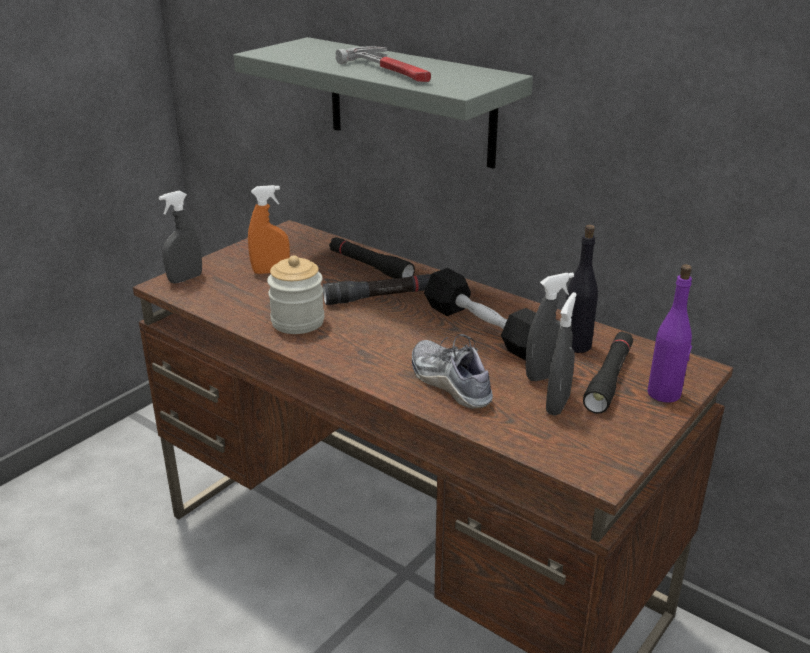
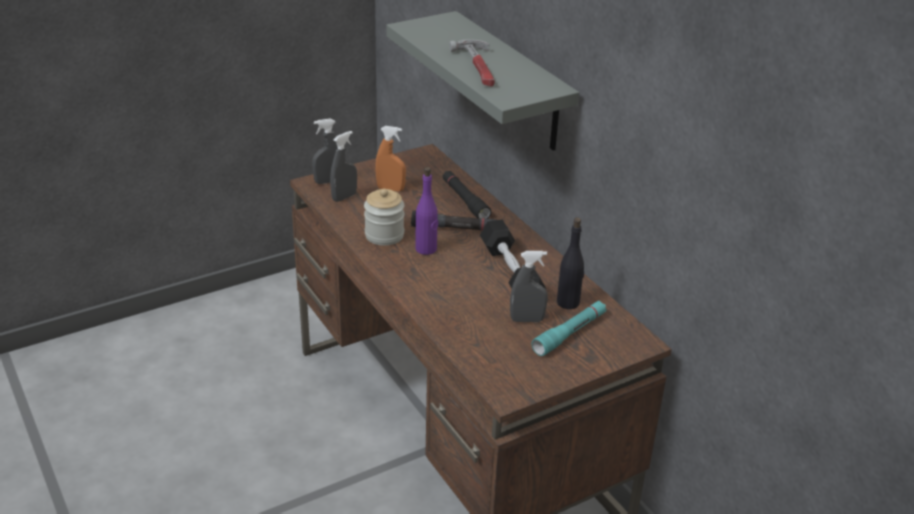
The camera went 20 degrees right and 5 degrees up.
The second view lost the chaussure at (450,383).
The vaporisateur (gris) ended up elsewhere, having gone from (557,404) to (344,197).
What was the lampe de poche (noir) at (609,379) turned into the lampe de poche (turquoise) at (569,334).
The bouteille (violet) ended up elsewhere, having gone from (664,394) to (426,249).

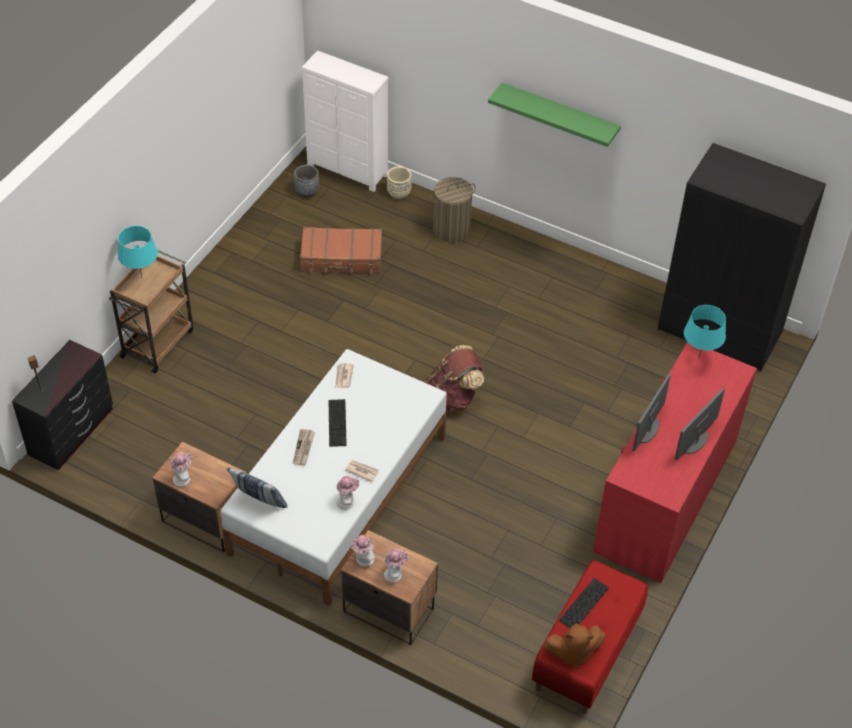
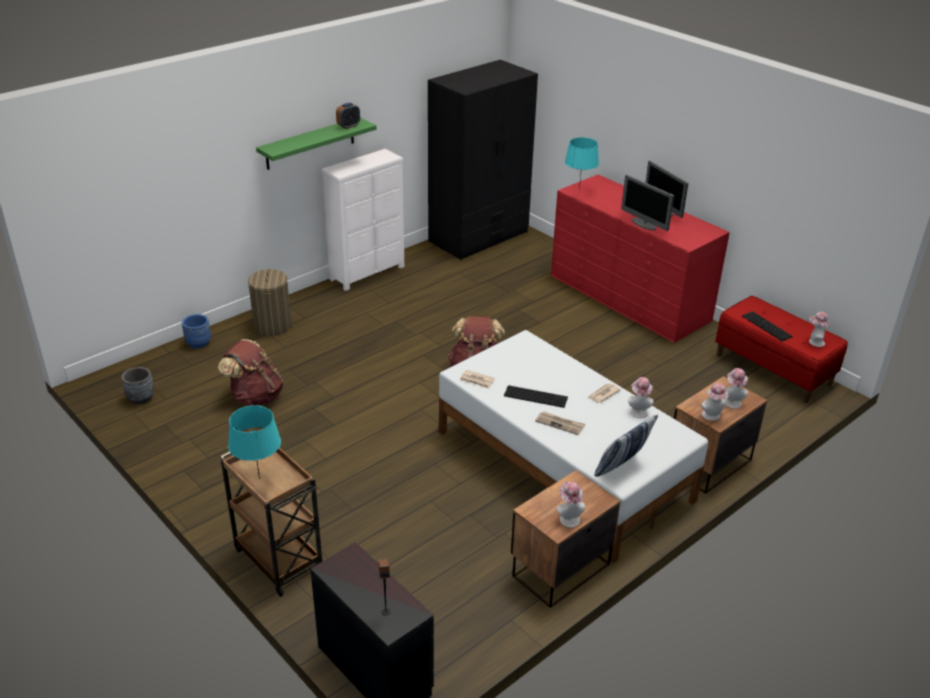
The camera went 70 degrees left and 15 degrees down.
Where the valise (marron) stood at (342,258), the sac à dos (marron) came to stand at (255,396).
The commode (blanc) ended up elsewhere, having gone from (347,171) to (368,273).
What was the cache-pot (beige) at (399,193) turned into the cache-pot (bleu) at (198,343).
Where the peluche (marron) stood at (573,652), the chapeau came to stand at (814,342).
The second view gained the réveil at (348,126).

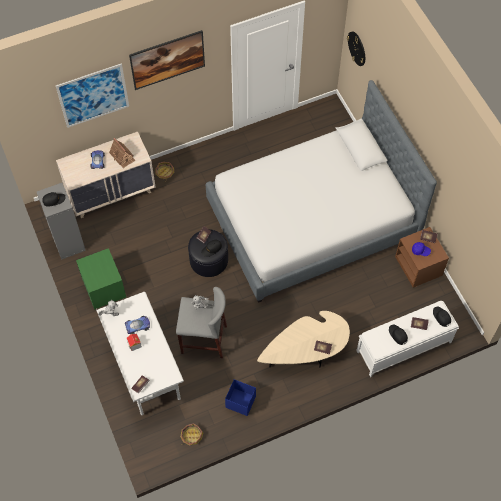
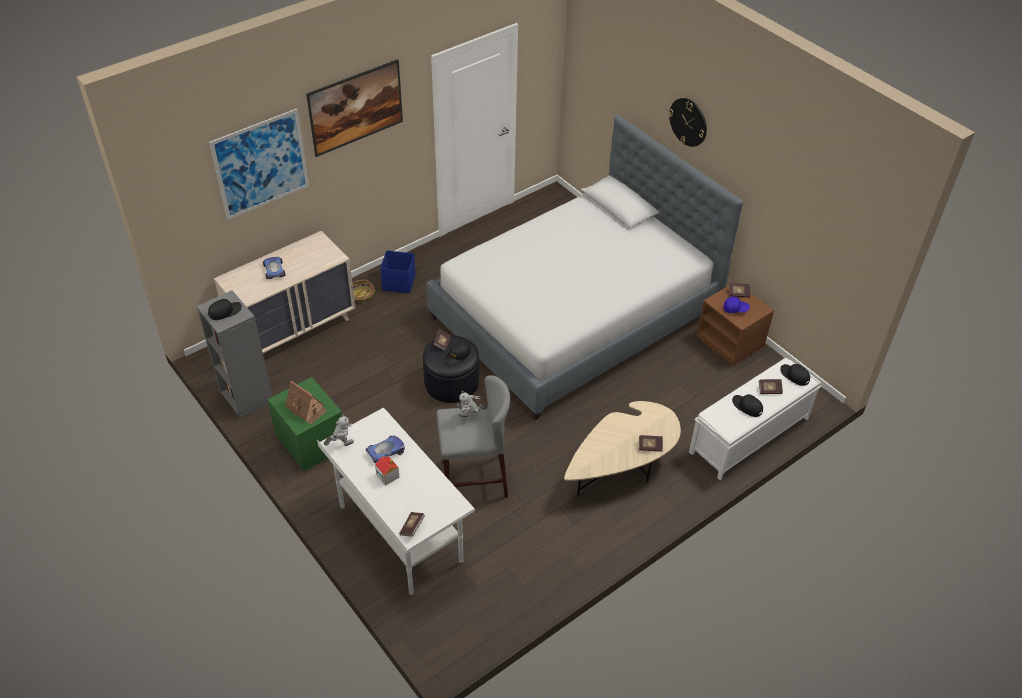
The camera went 15 degrees left and 15 degrees down.
The maison miniature ended up elsewhere, having gone from (122,156) to (306,409).
The second view lost the panier at (191,436).
The boîte de rangement (bleu) ended up elsewhere, having gone from (240,401) to (398,282).
The horloge murale ended up elsewhere, having gone from (357,48) to (688,122).

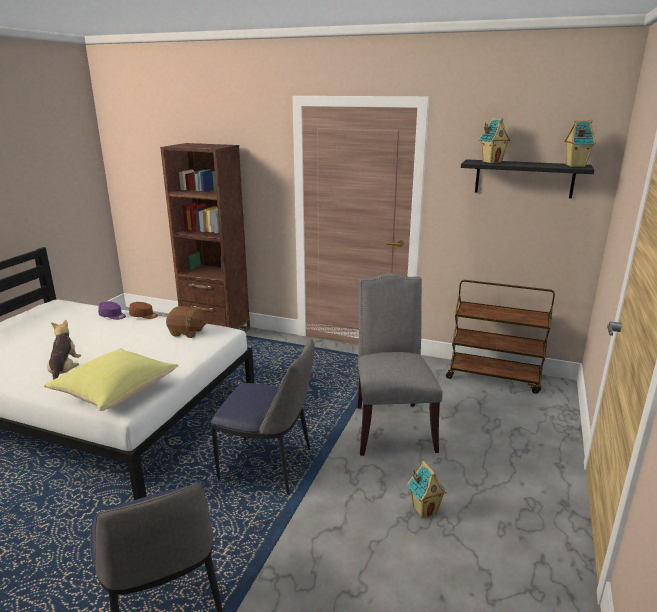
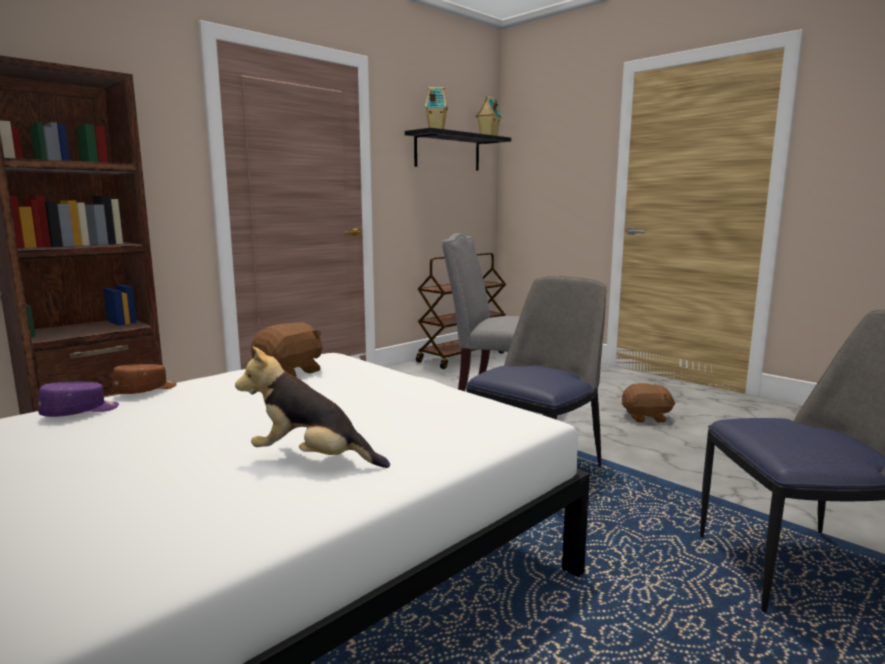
The camera went 65 degrees left and 10 degrees down.
The second view lost the coussin (jaune) at (116,392).
Where the maison miniature stood at (424,509), the peluche (marron) came to stand at (646,418).

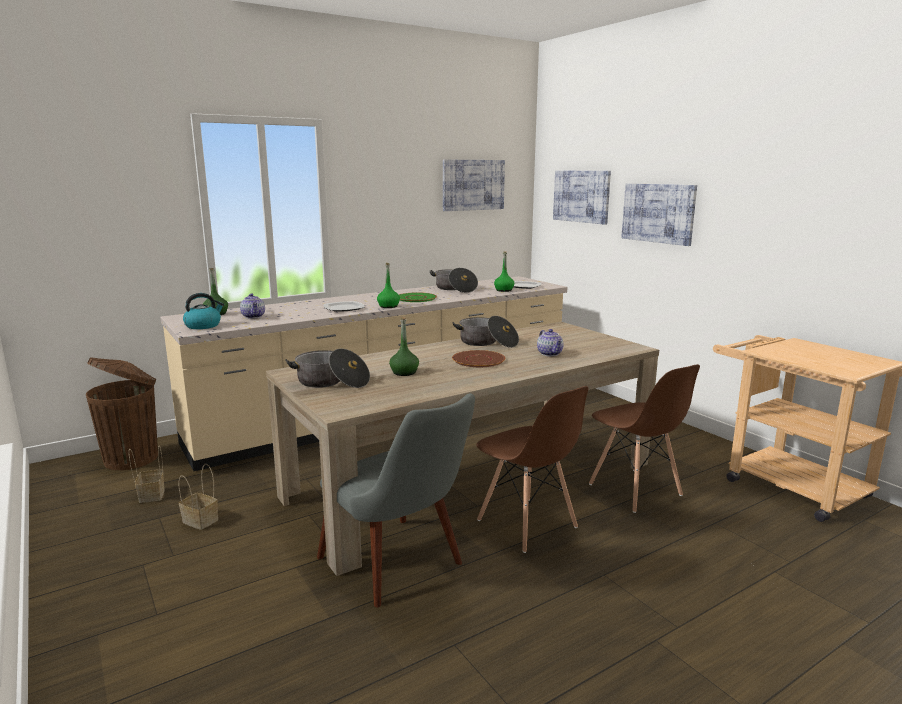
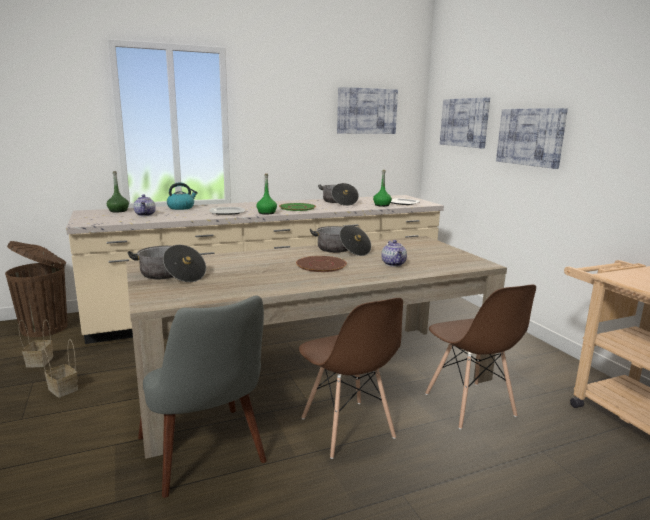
The camera went 10 degrees right and 0 degrees up.
The bouilloire ended up elsewhere, having gone from (203,325) to (181,207).
The second view lost the bouteille (vert) at (404,372).

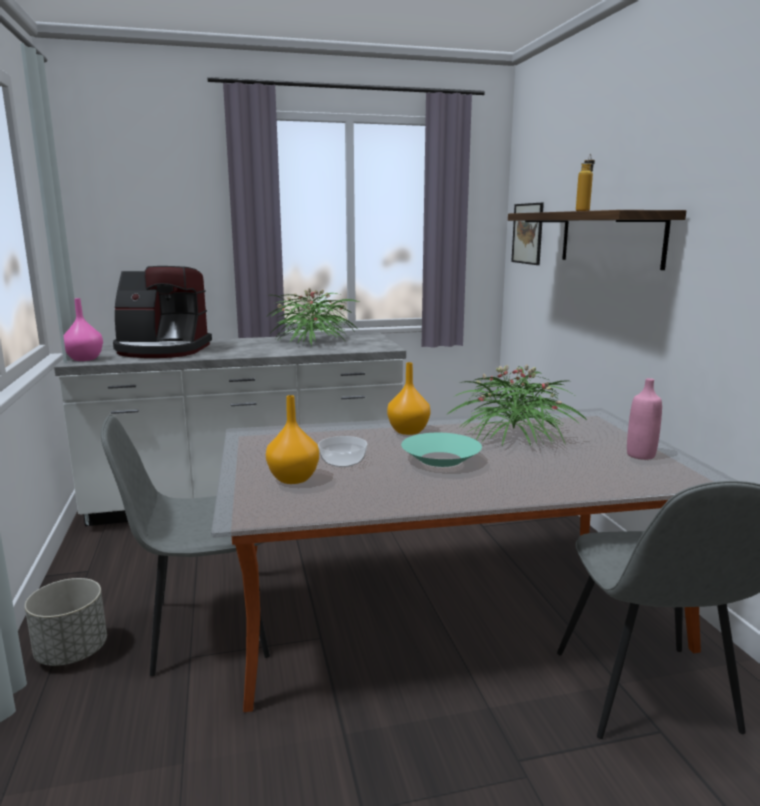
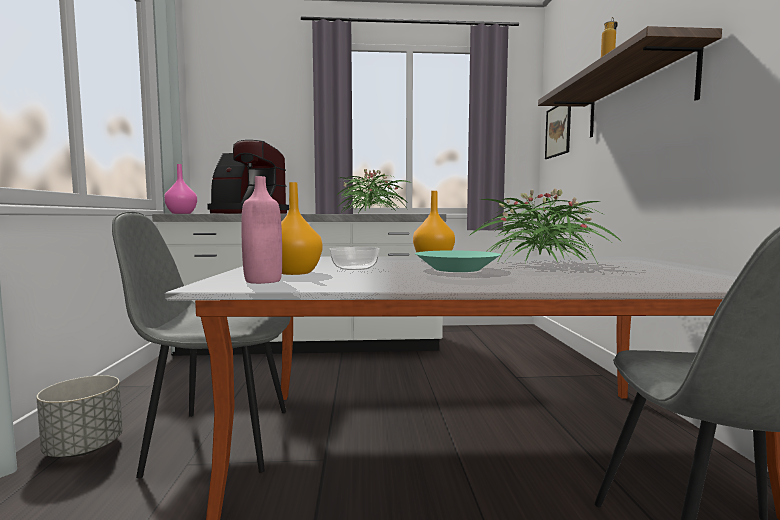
The camera went 10 degrees right and 10 degrees down.
The bouteille (rose) ended up elsewhere, having gone from (640,455) to (263,281).

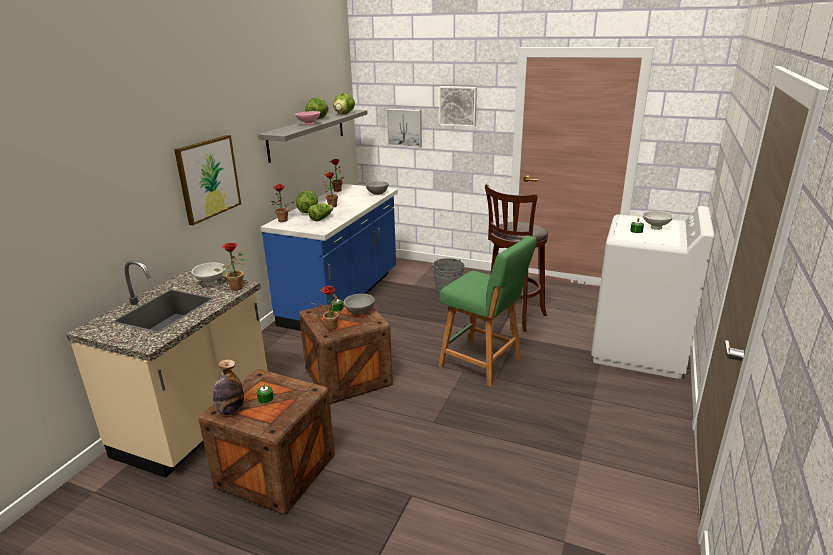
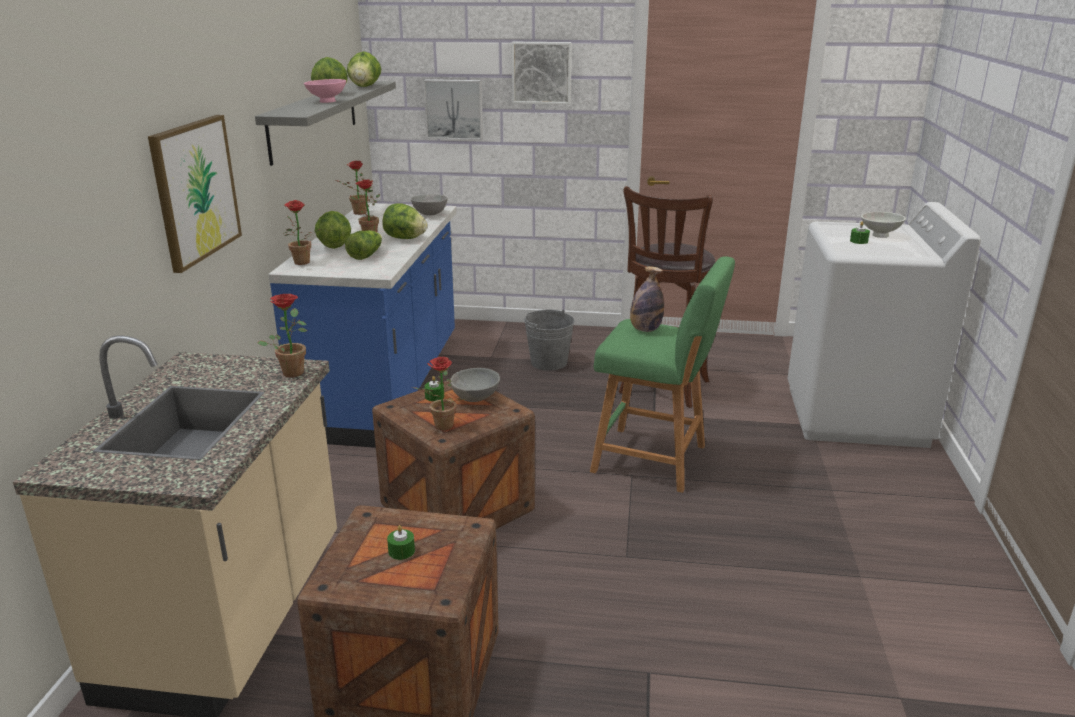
The camera went 15 degrees left and 0 degrees up.
The second view lost the bol (blanc) at (212,282).
The bouteille ended up elsewhere, having gone from (230,411) to (645,329).
The second view gained the laitue at (405,238).

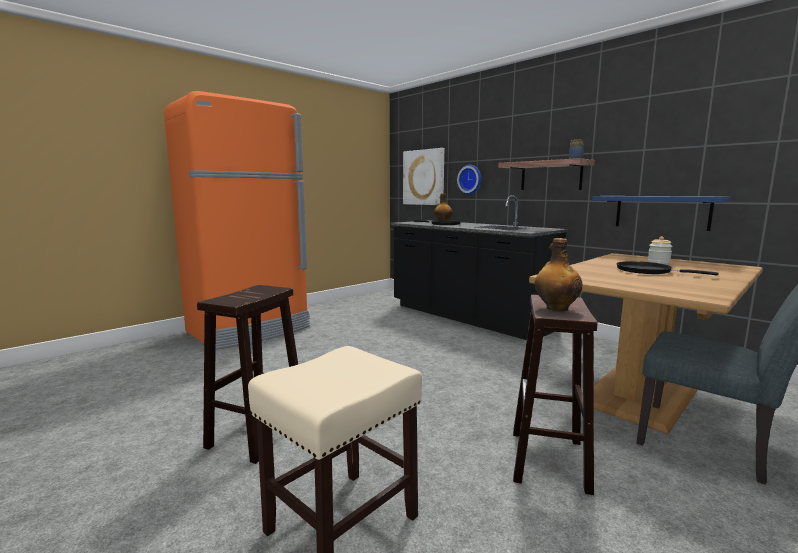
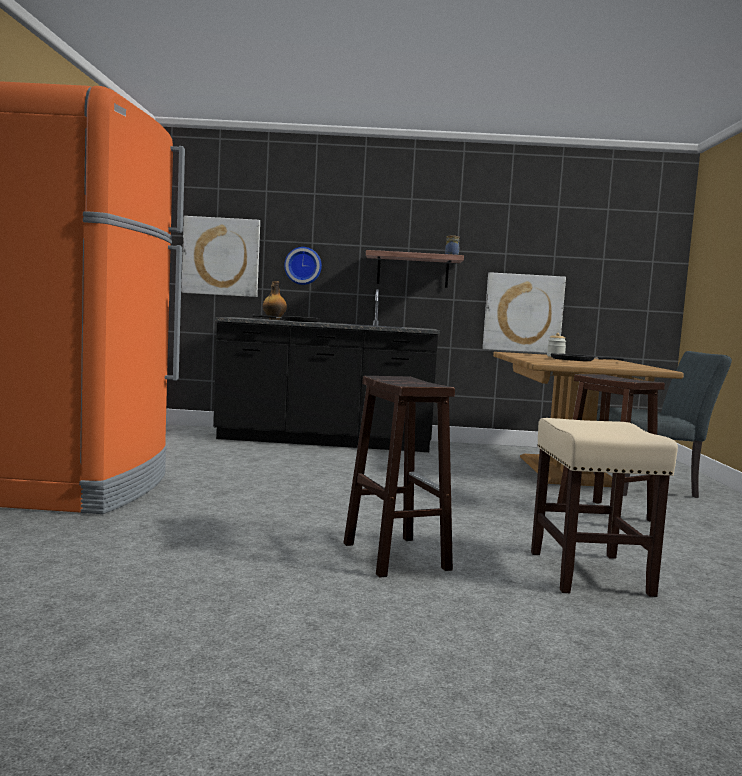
The camera went 45 degrees left and 5 degrees down.
The second view lost the bouteille at (556,308).
Where the étagère (bleu) hung at (661,212), the tableau came to hang at (523,313).

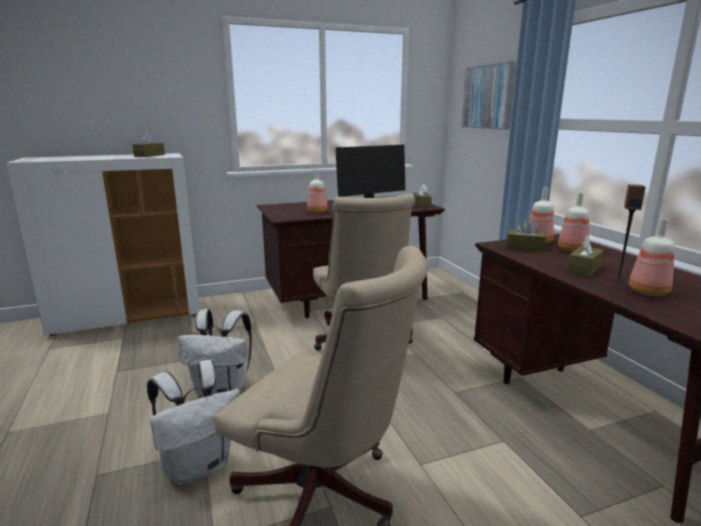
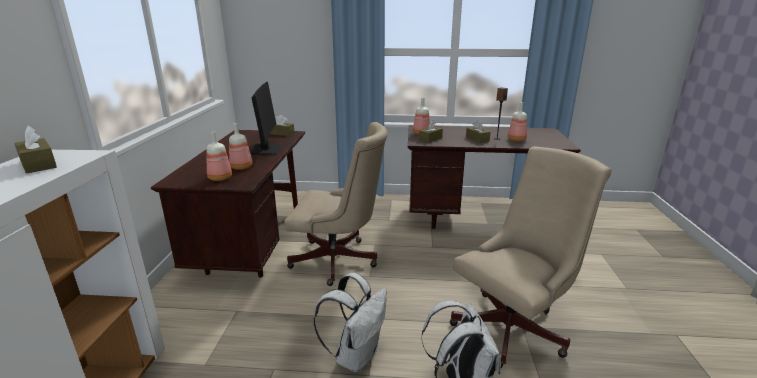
The camera went 65 degrees left and 5 degrees up.
The second view lost the tableau at (488,97).
The bouteille ended up elsewhere, having gone from (571,249) to (219,178).

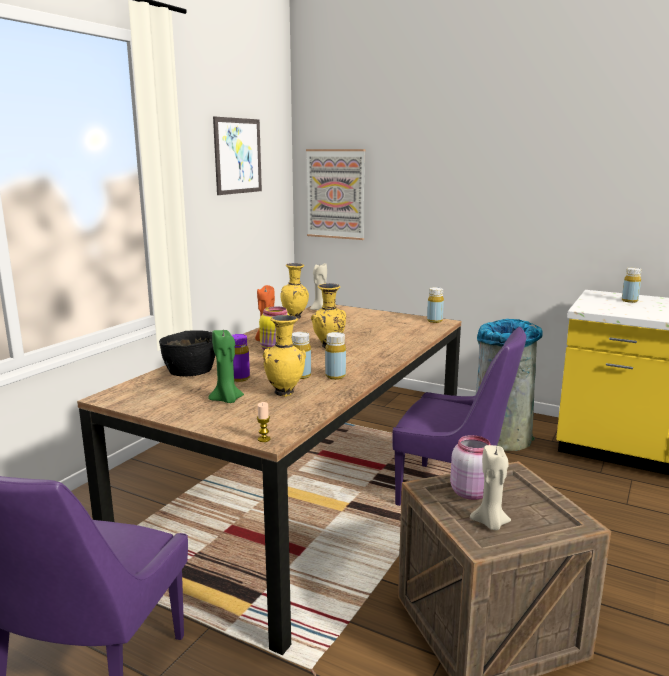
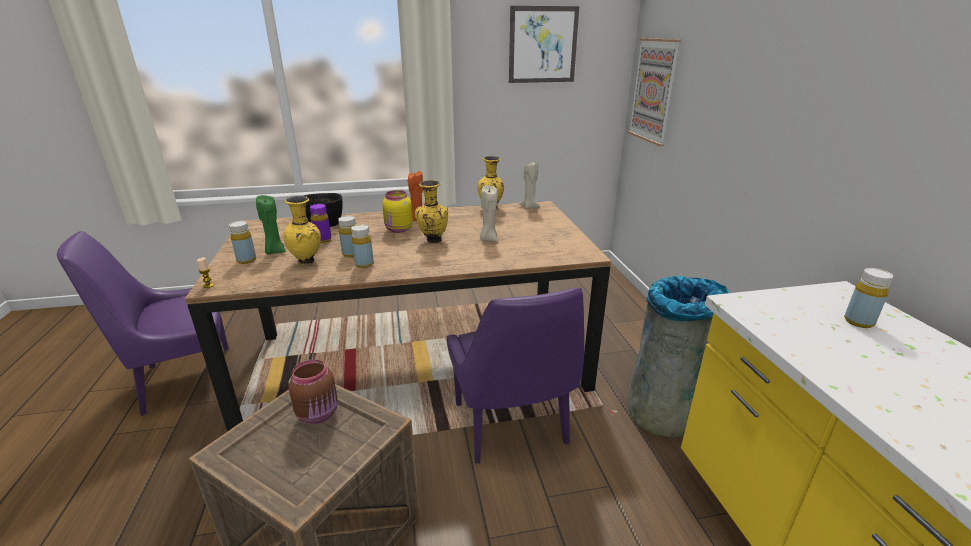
The camera went 50 degrees right and 10 degrees up.
The bouteille (jaune) ended up elsewhere, having gone from (434,321) to (246,260).
What was the bocal (rose) at (471,492) turned into the bocal (marron) at (319,414).
The bougie (beige) ended up elsewhere, having gone from (490,523) to (488,239).

